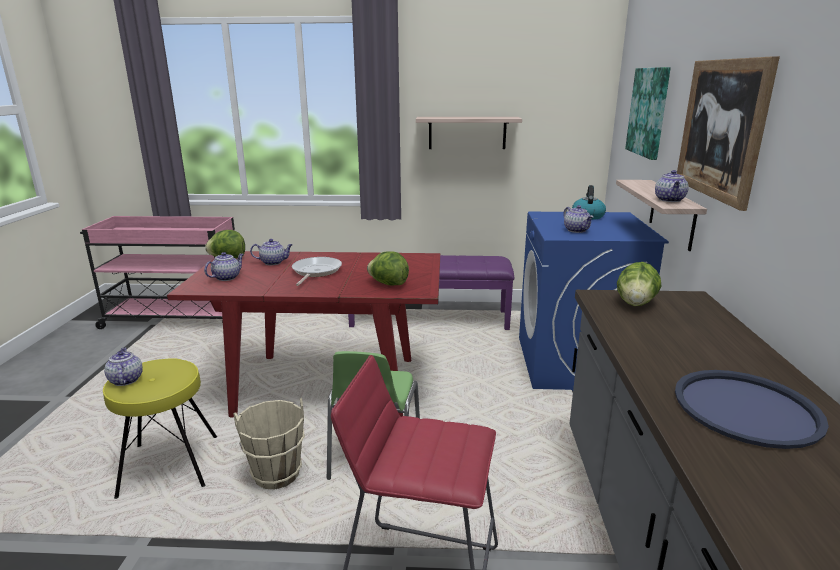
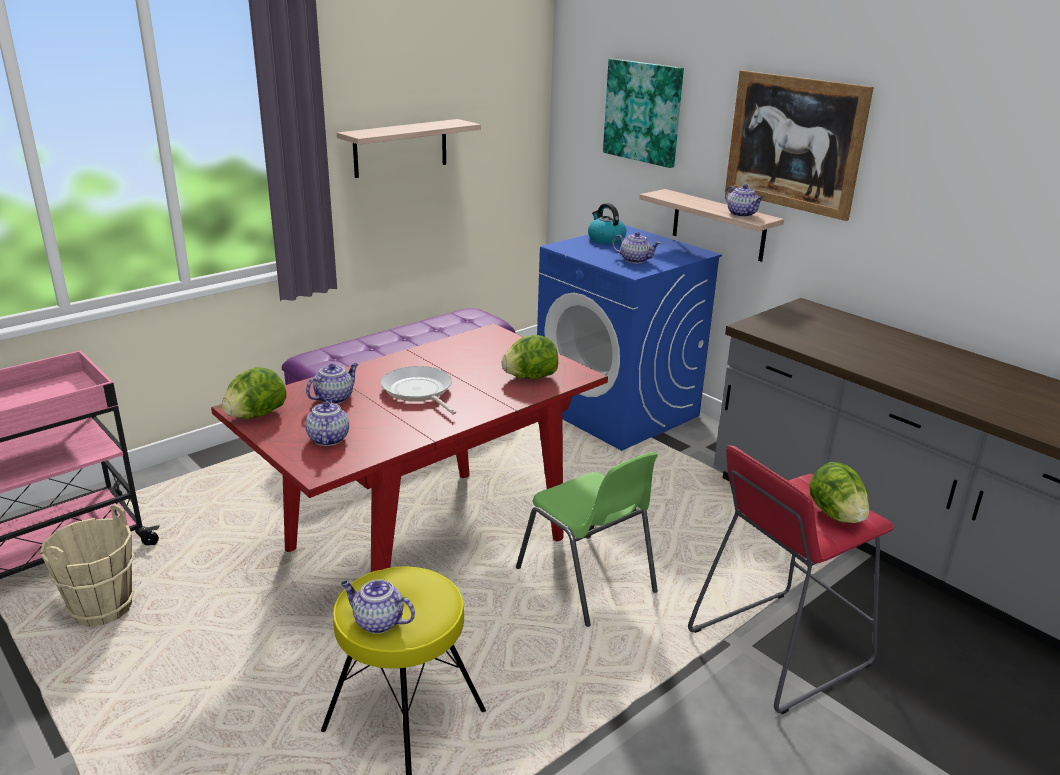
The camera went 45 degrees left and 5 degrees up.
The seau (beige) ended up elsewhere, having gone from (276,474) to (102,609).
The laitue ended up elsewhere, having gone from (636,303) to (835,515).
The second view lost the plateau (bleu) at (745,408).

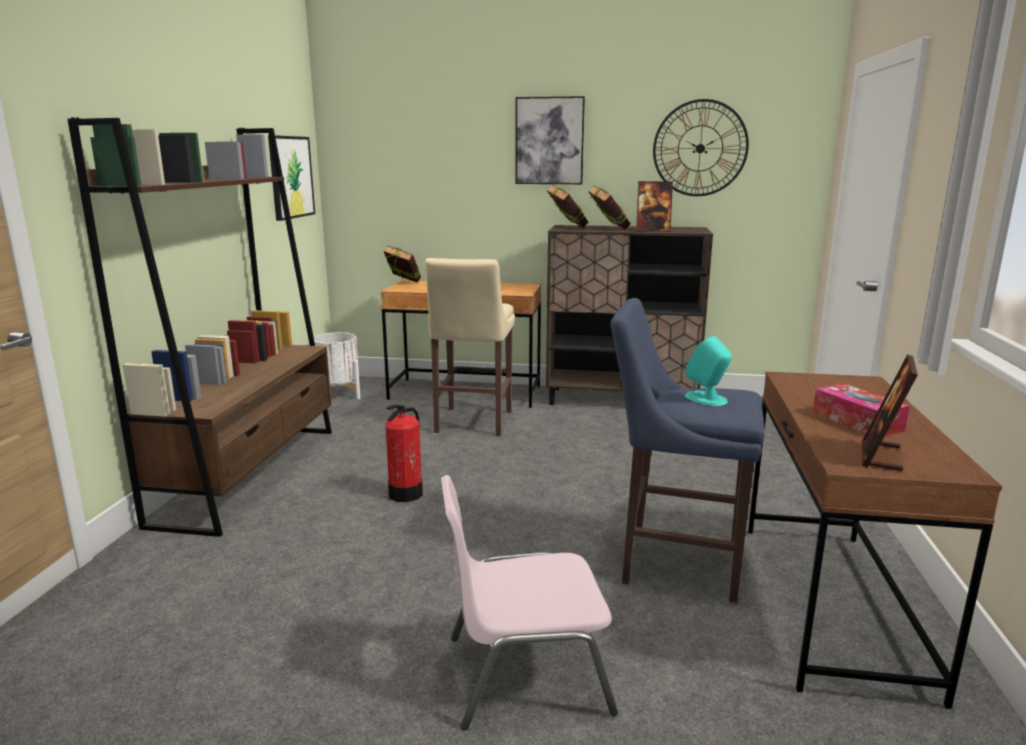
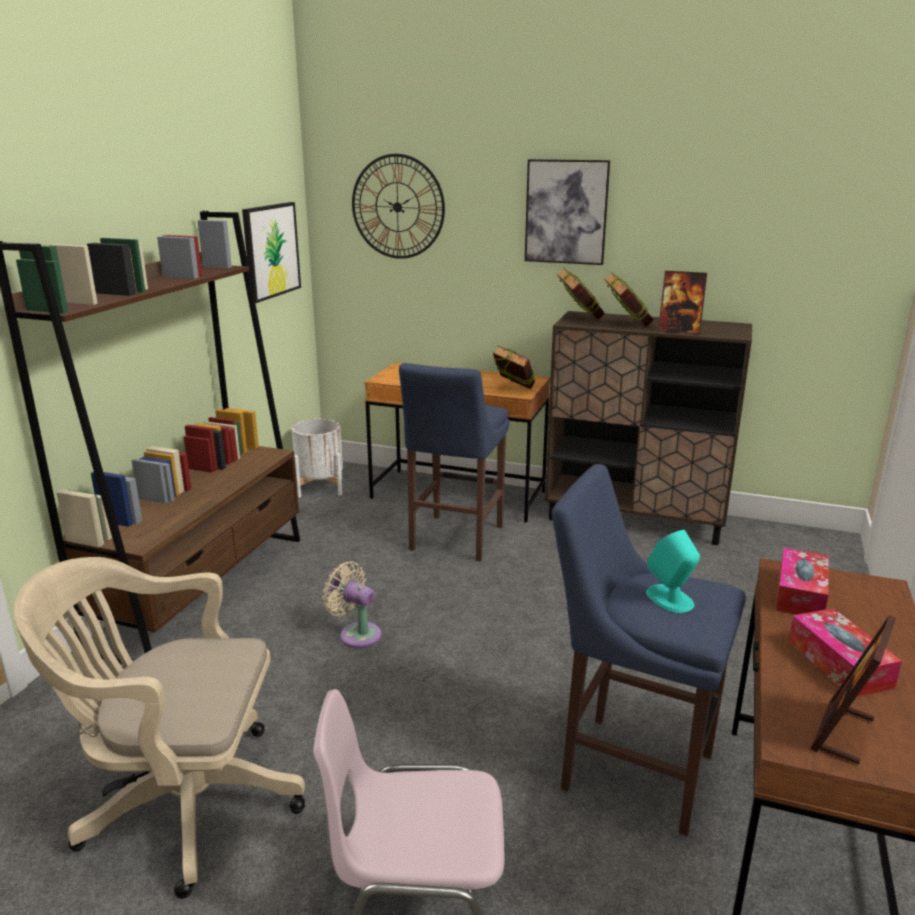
The camera went 10 degrees right and 5 degrees up.
The livre ended up elsewhere, having gone from (403,284) to (513,391).
Where the extincteur stood at (406,494), the ventilateur (beige) came to stand at (357,634).
What was the tabouret (beige) at (472,423) turned into the tabouret (bleu) at (454,540).
The horloge murale ended up elsewhere, having gone from (700,148) to (397,207).
The second view gained the chaise de bureau (beige) at (181,803).
The second view gained the boîte à mouchoirs at (800,594).

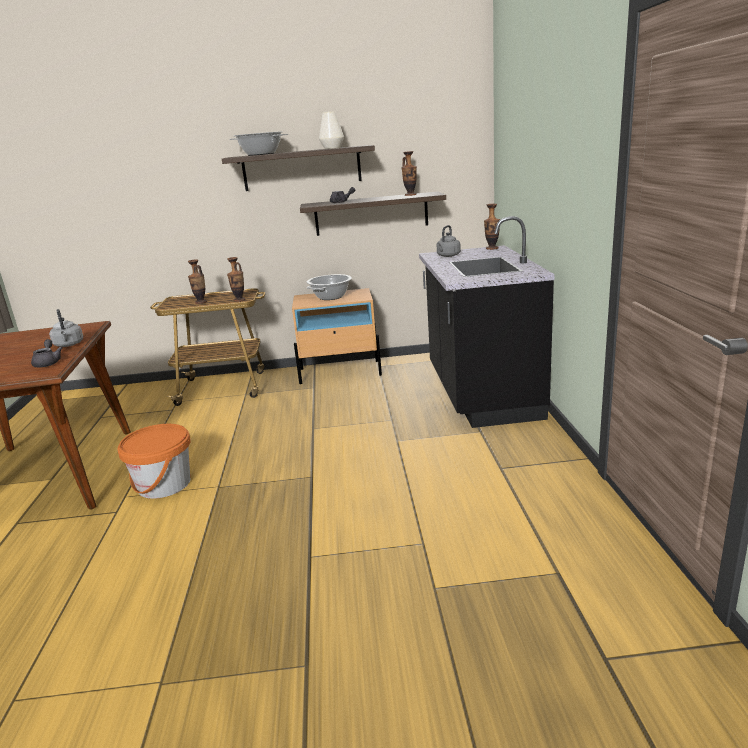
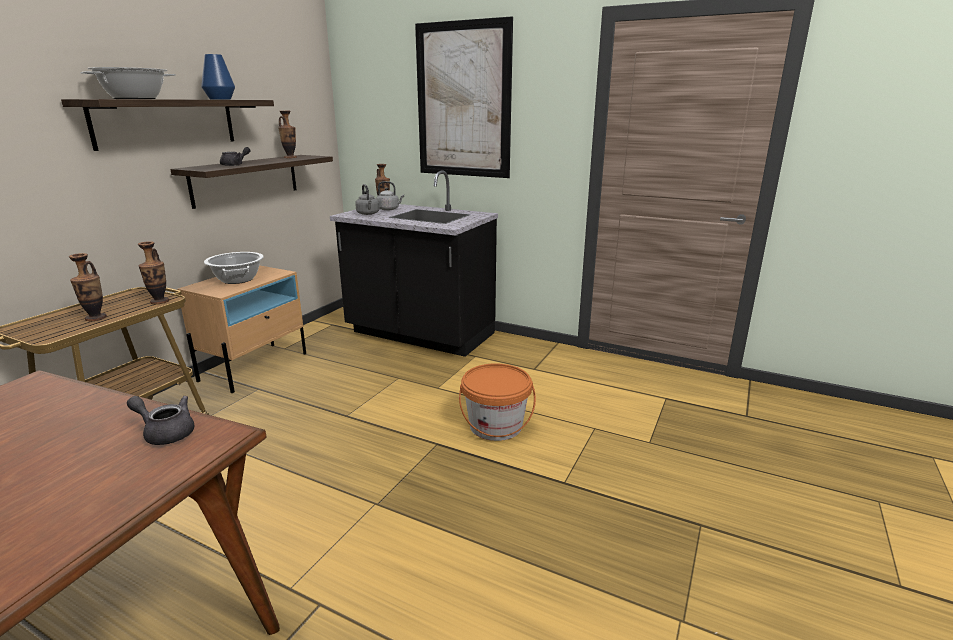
The camera went 60 degrees left and 0 degrees up.
The bouilloire (gris) ended up elsewhere, having gone from (69,345) to (389,209).
The seau (orange) ended up elsewhere, having gone from (164,484) to (496,426).
What was the vase (blanc) at (332,148) turned into the vase (bleu) at (220,99).
The second view gained the tableau at (463,101).

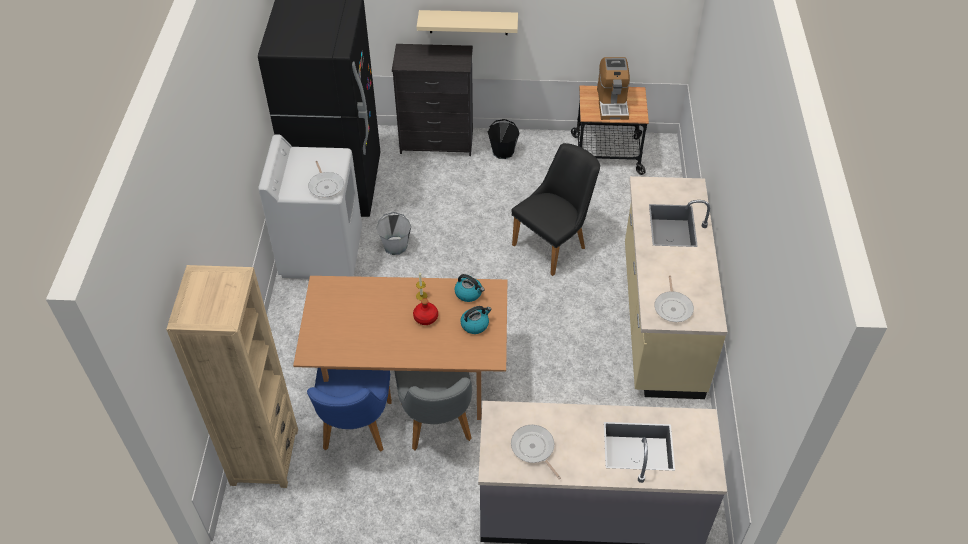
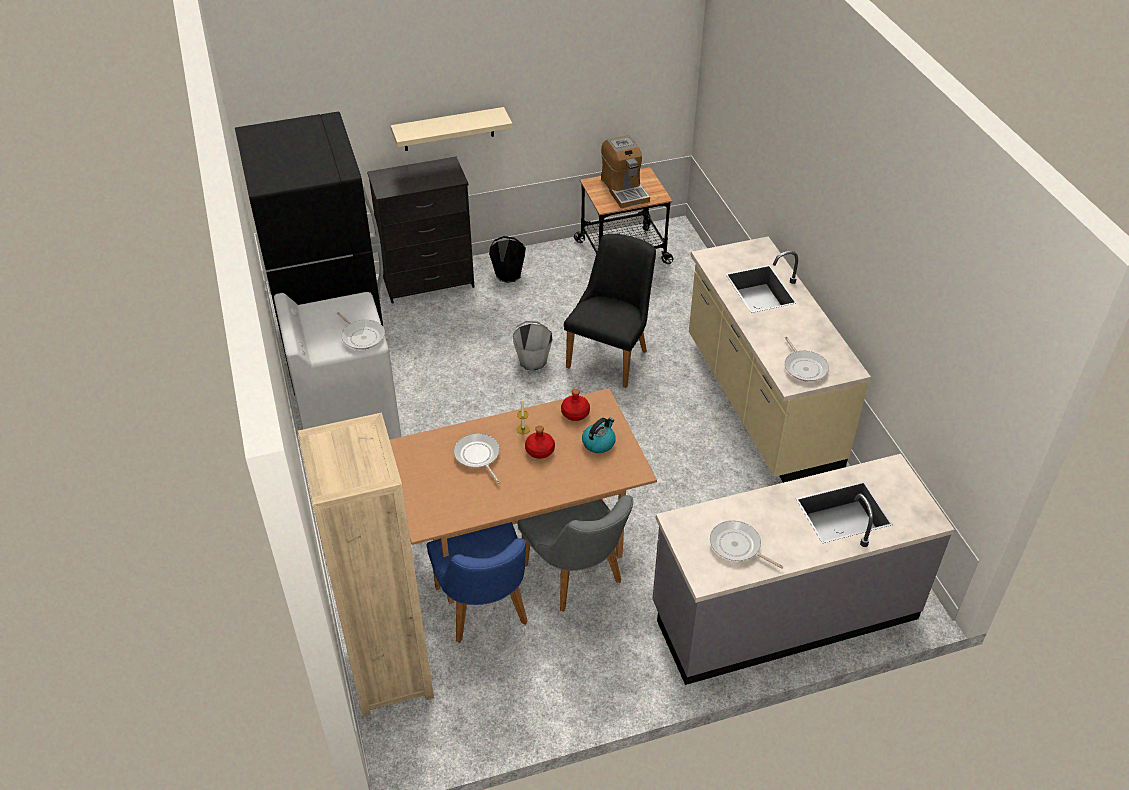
The camera went 20 degrees left and 5 degrees down.
The seau (gris) ended up elsewhere, having gone from (395,246) to (533,361).
Where the bouilloire stood at (469,293), the bouteille (rouge) came to stand at (575,413).
The second view gained the poêle at (478,456).

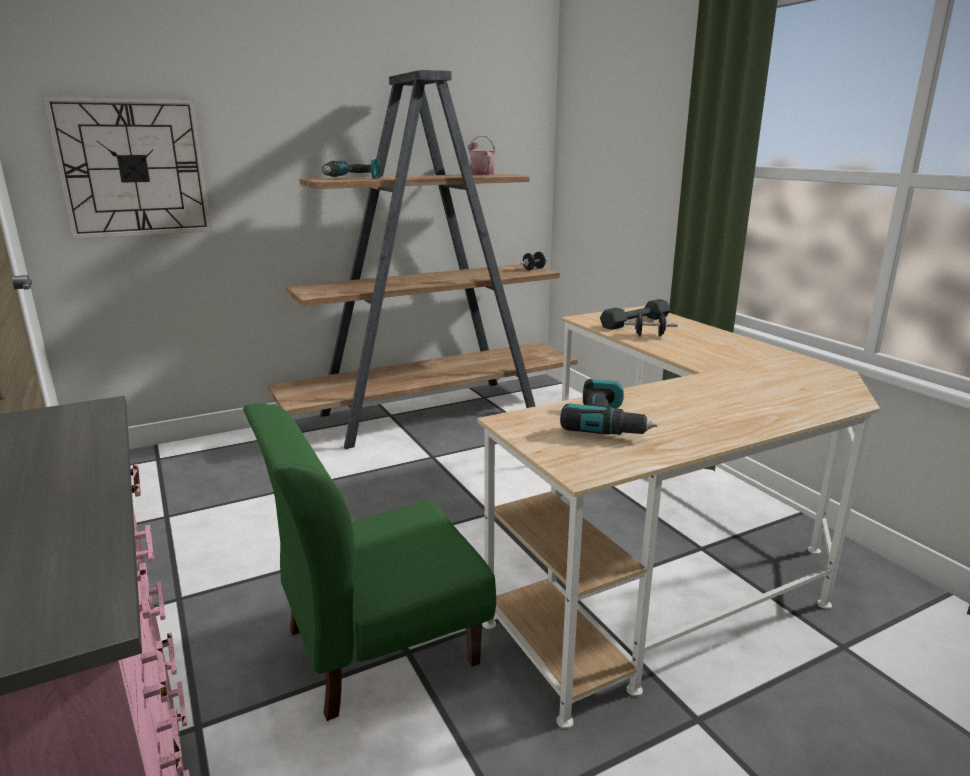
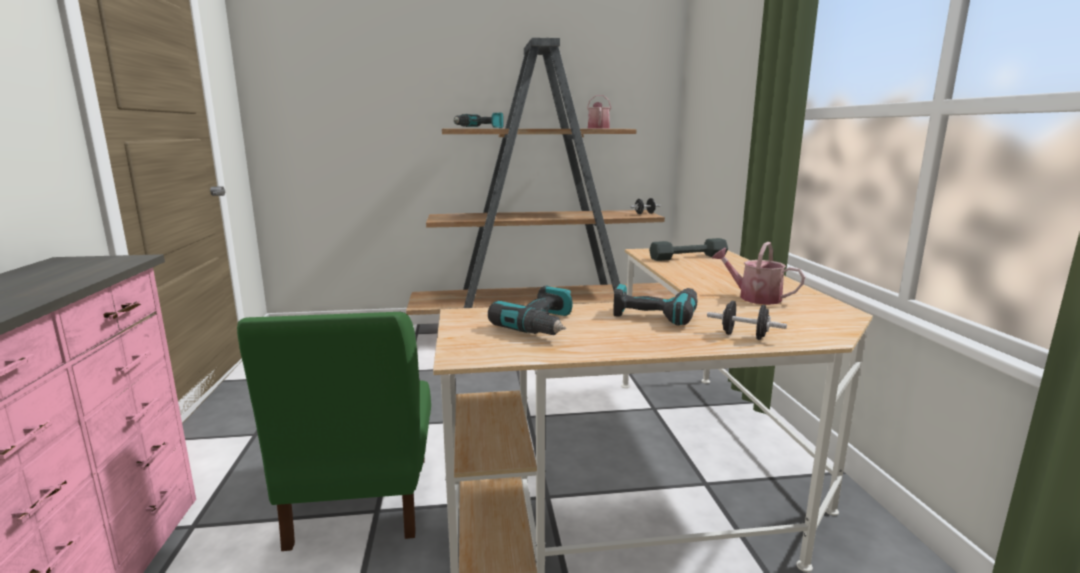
The camera went 20 degrees right and 5 degrees down.
The second view lost the horloge murale at (133,168).
The chaise (vert) at (379,645) ended up facing another way, 90 degrees counterclockwise from before.
The haltère (noir) ended up elsewhere, having gone from (649,335) to (744,336).
The second view gained the perceuse at (655,314).
The second view gained the arrosoir at (754,297).

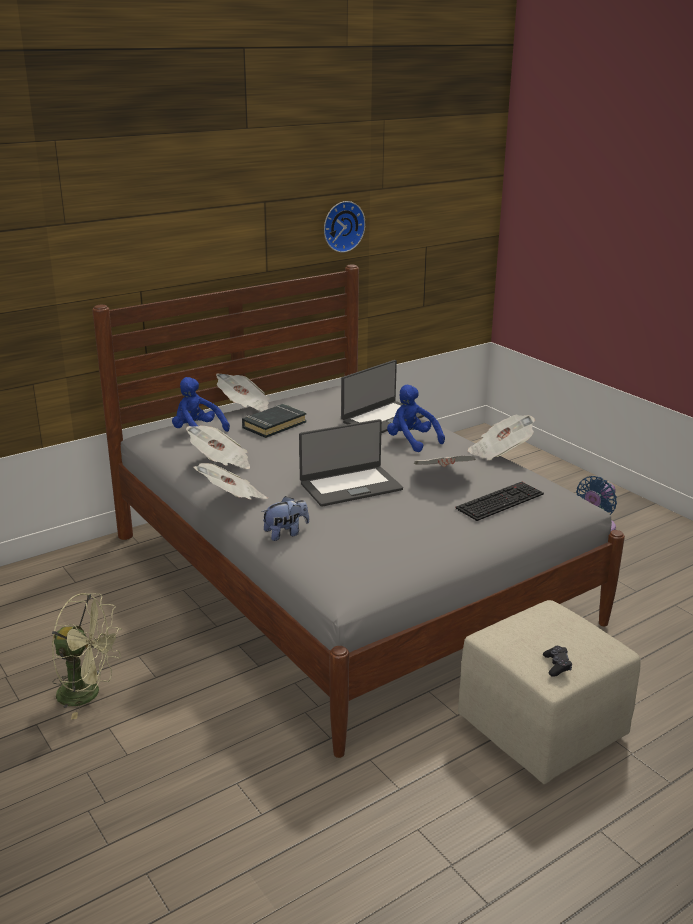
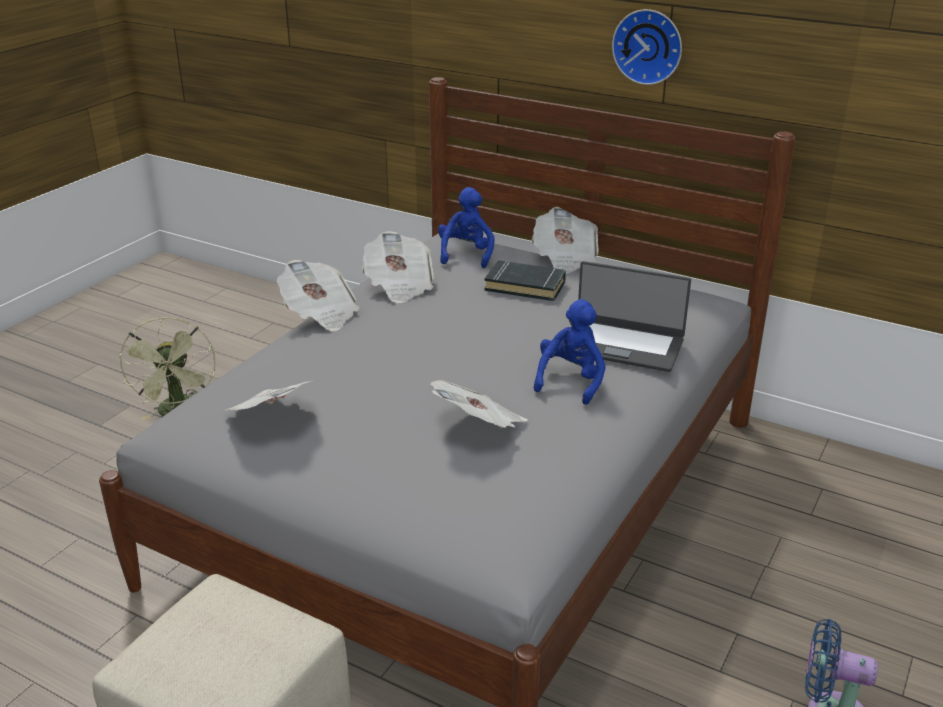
The camera went 65 degrees right and 5 degrees up.
The second view lost the peluche at (286,533).
The second view lost the ordinateur portable at (350,486).
The horloge murale ended up elsewhere, having gone from (342,226) to (648,46).
The second view lost the clavier at (499,500).
The journal ended up elsewhere, having gone from (499,452) to (270,416).
The second view lost the manette (noir) at (557,665).

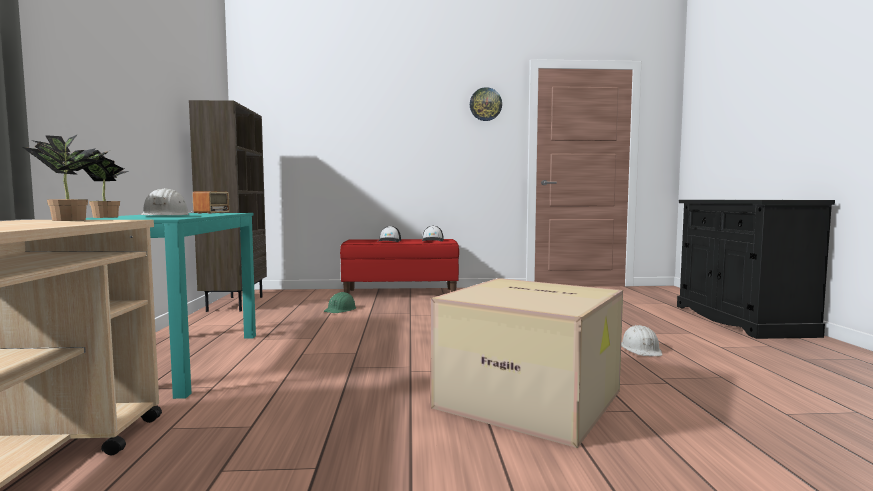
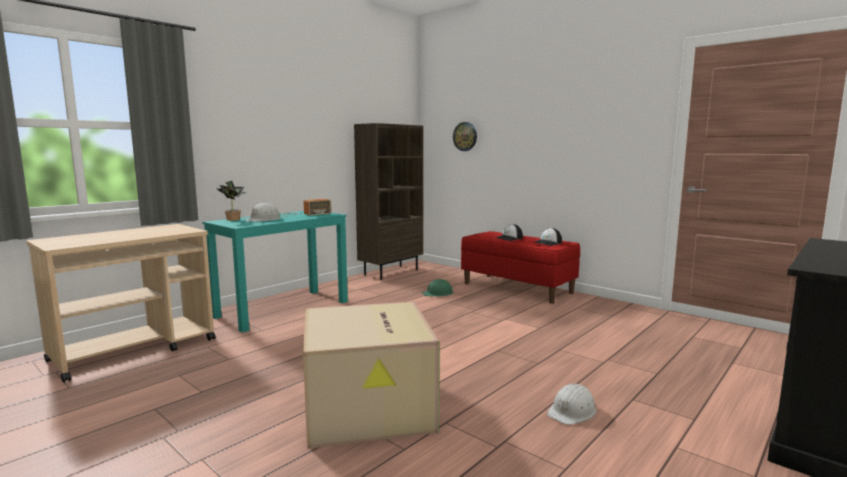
The camera went 45 degrees right and 5 degrees up.
The second view lost the plante en pot at (74,220).
The horloge murale ended up elsewhere, having gone from (485,104) to (465,136).

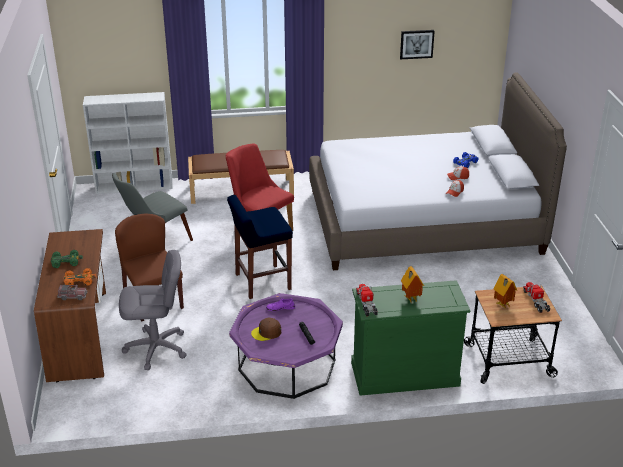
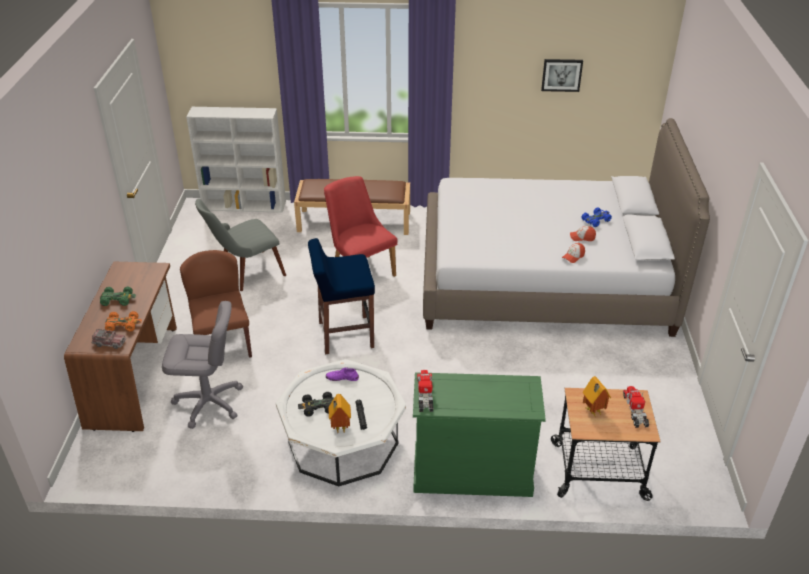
The camera went 10 degrees right and 5 degrees up.
What was the table basse (violet) at (287,365) turned into the table basse (blanc) at (343,442).
Where the casquette (marron) stood at (266,332), the petite voiture (noir) came to stand at (317,407).
The maison miniature ended up elsewhere, having gone from (410,299) to (339,428).

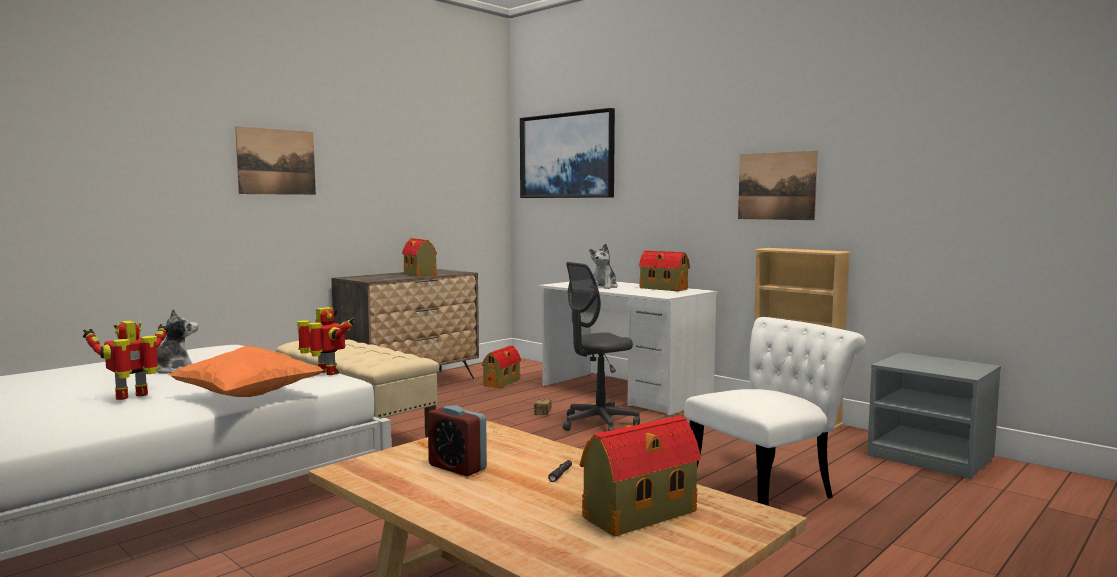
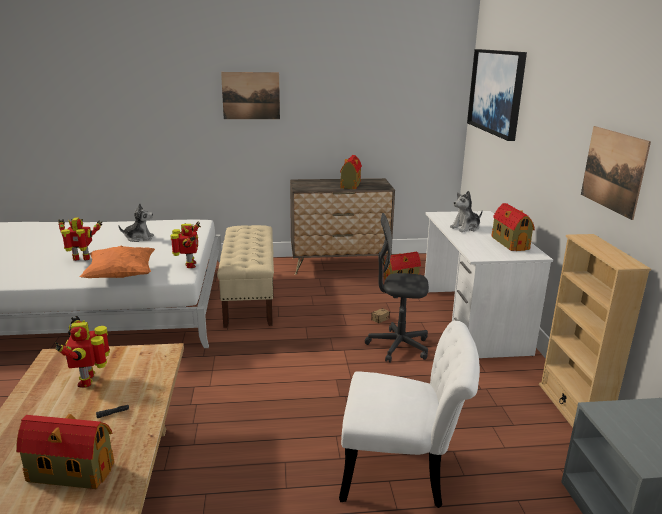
The camera went 40 degrees right and 15 degrees up.
Where the réveil stood at (457,467), the robot jouet came to stand at (89,380).

